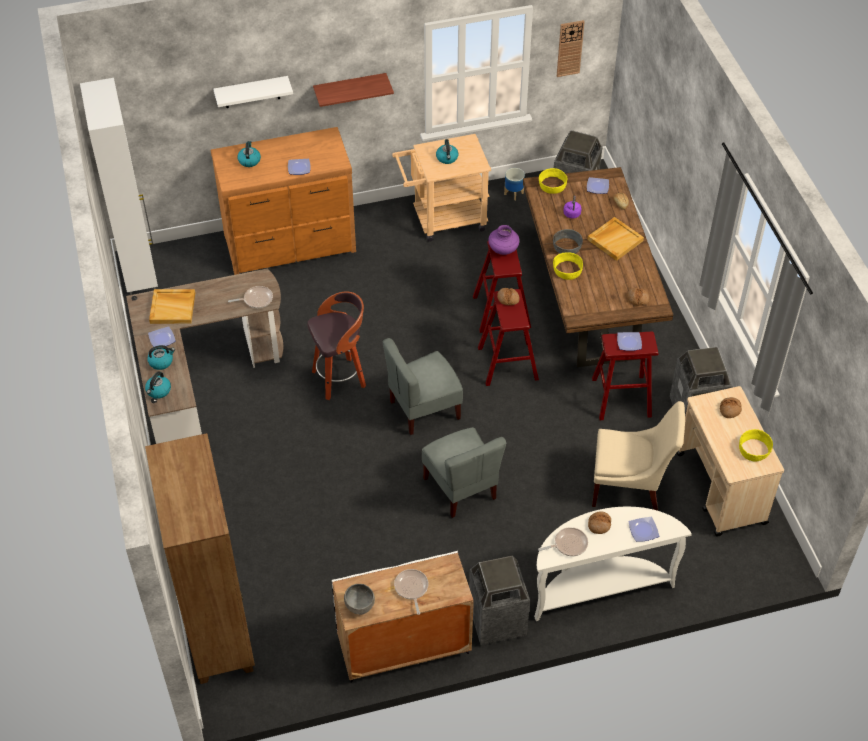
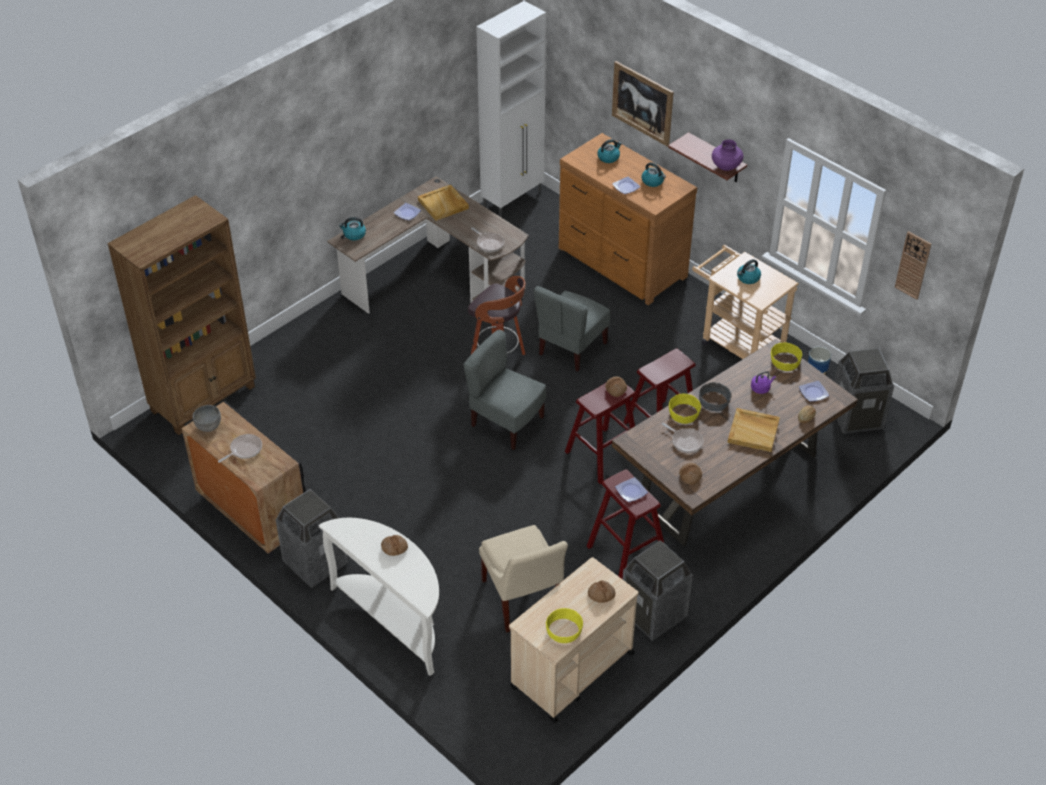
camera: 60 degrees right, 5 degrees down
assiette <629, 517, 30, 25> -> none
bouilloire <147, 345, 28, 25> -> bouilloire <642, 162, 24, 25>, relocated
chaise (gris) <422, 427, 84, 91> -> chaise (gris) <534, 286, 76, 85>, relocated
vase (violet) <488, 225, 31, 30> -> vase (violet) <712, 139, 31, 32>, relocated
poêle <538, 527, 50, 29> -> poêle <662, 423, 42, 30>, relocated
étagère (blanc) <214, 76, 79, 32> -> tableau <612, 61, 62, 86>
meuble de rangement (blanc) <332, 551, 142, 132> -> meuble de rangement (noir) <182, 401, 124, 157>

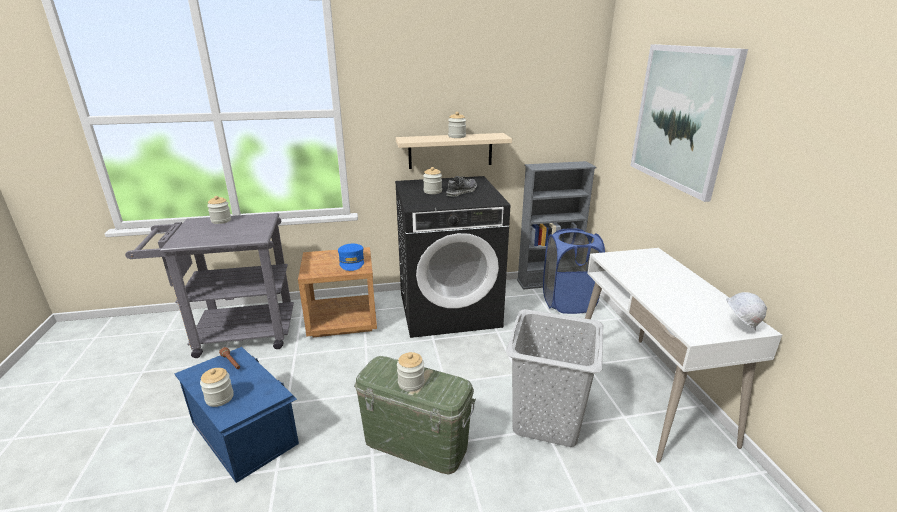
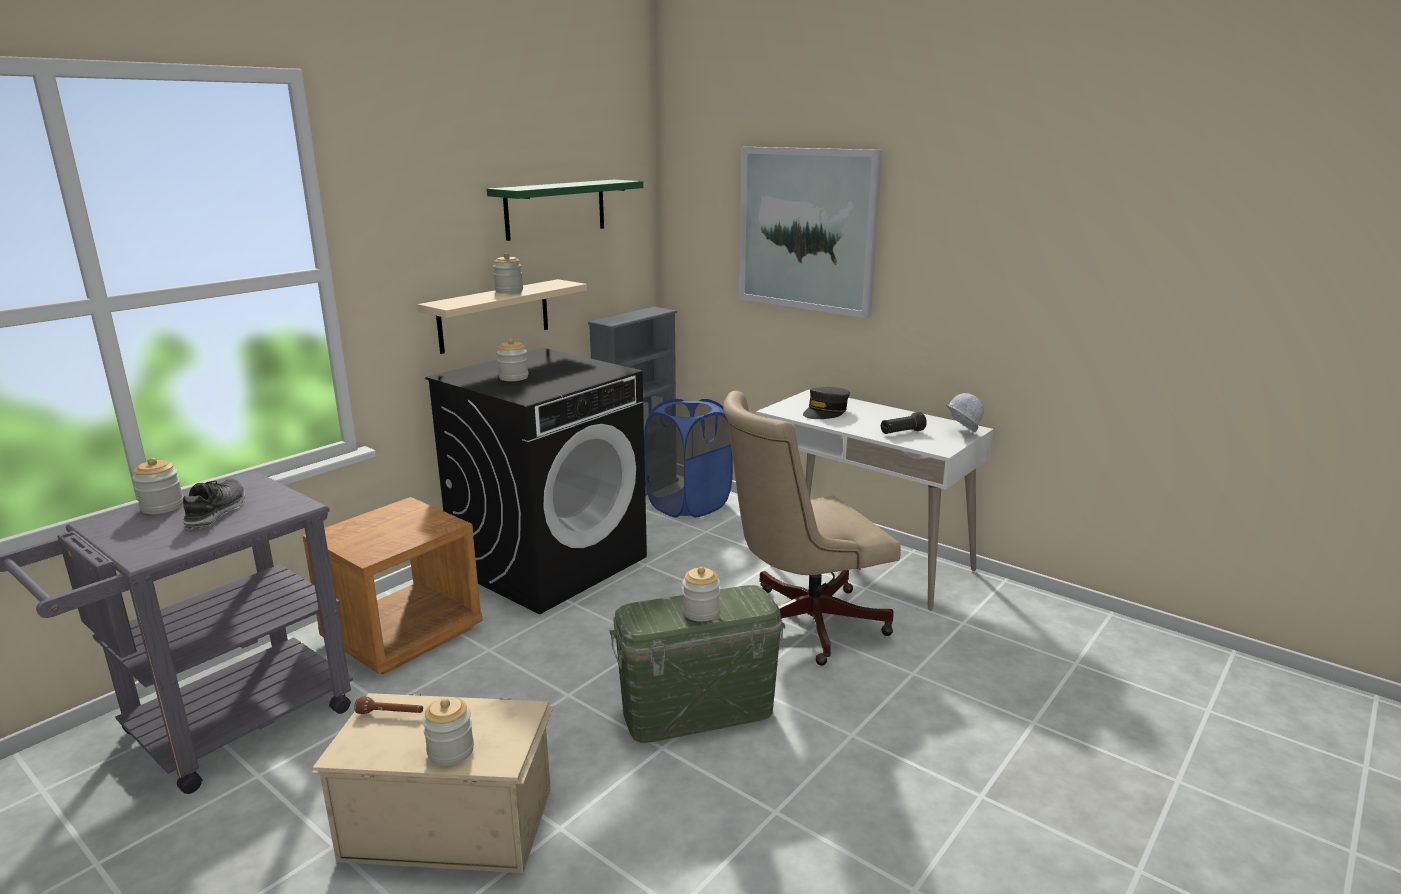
camera: 40 degrees left, 5 degrees down
casquette (bleu) <338, 244, 26, 27> -> none
none -> étagère (vert) <487, 180, 156, 61>
none -> casquette (gris) <803, 387, 47, 32>
none -> lampe de poche (noir) <880, 412, 47, 22>
chaussure <446, 176, 31, 21> -> chaussure <183, 479, 62, 51>, relocated
panier à linge (gris) <506, 309, 97, 138> -> chaise de bureau (beige) <723, 391, 178, 275>
boîte de rangement (bleu) <175, 347, 124, 136> -> boîte de rangement (beige) <312, 693, 242, 180>

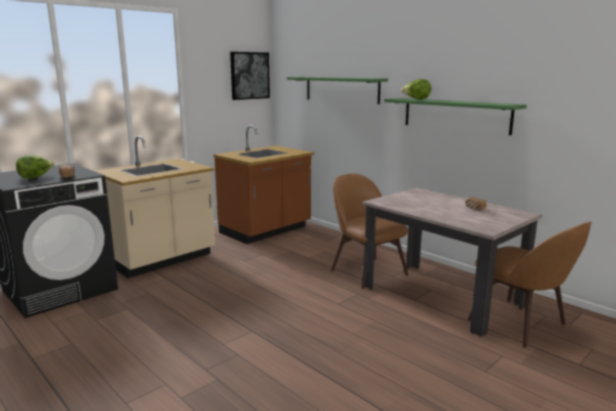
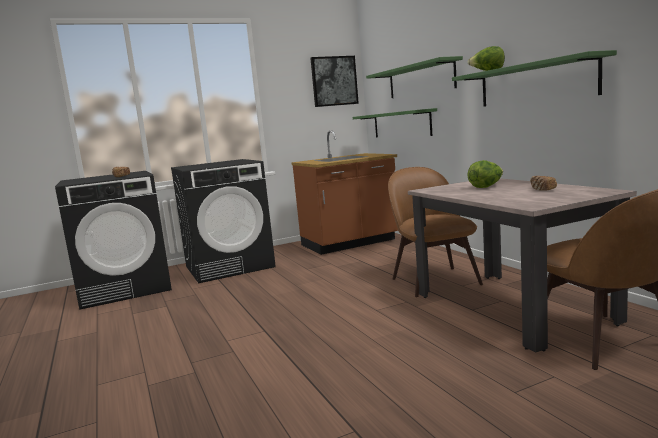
camera: 20 degrees right, 5 degrees down
none -> étagère (vert) <353, 108, 84, 29>
laitue <16, 155, 38, 24> -> laitue <467, 160, 36, 28>, relocated
comptoir de cuisine (beige) <94, 136, 121, 142> -> lave-linge (noir) <171, 159, 105, 124>

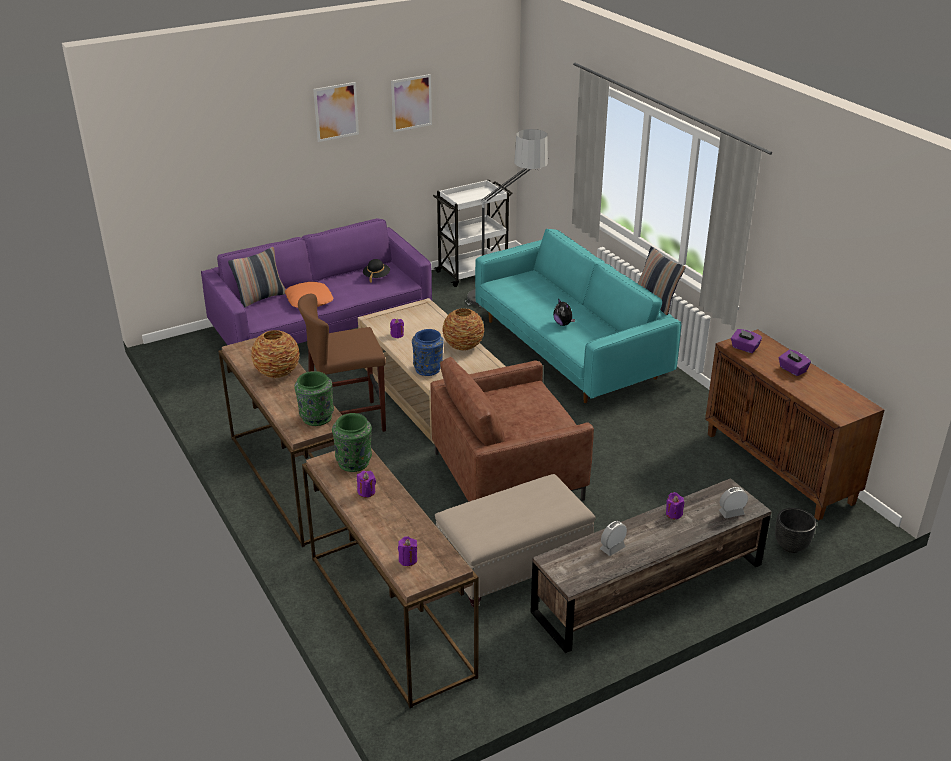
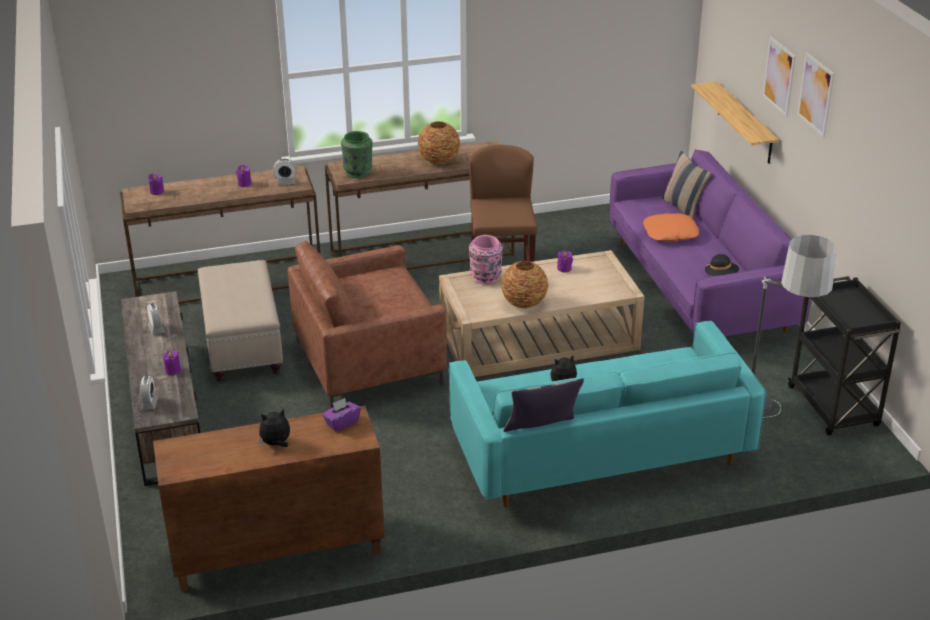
camera: 105 degrees right, 0 degrees up
cache-pot (noir) <775, 508, 41, 45> -> none
none -> étagère <691, 81, 88, 83>
tableau <391, 74, 41, 58> -> tableau <762, 36, 34, 81>, relocated
vase (vert) <332, 413, 40, 59> -> réveil <273, 158, 24, 27>
boîte à mouchoirs (violet) <779, 349, 32, 27> -> peluche <259, 409, 31, 38>
vase (bleu) <412, 329, 32, 47> -> vase (rose) <469, 235, 34, 49>
chariot (blanc) <433, 180, 80, 107> -> chariot (noir) <788, 276, 113, 159>
fauteuil (marron) <430, 357, 164, 145> -> fauteuil (marron) <287, 240, 160, 169>, 105 degrees counterclockwise

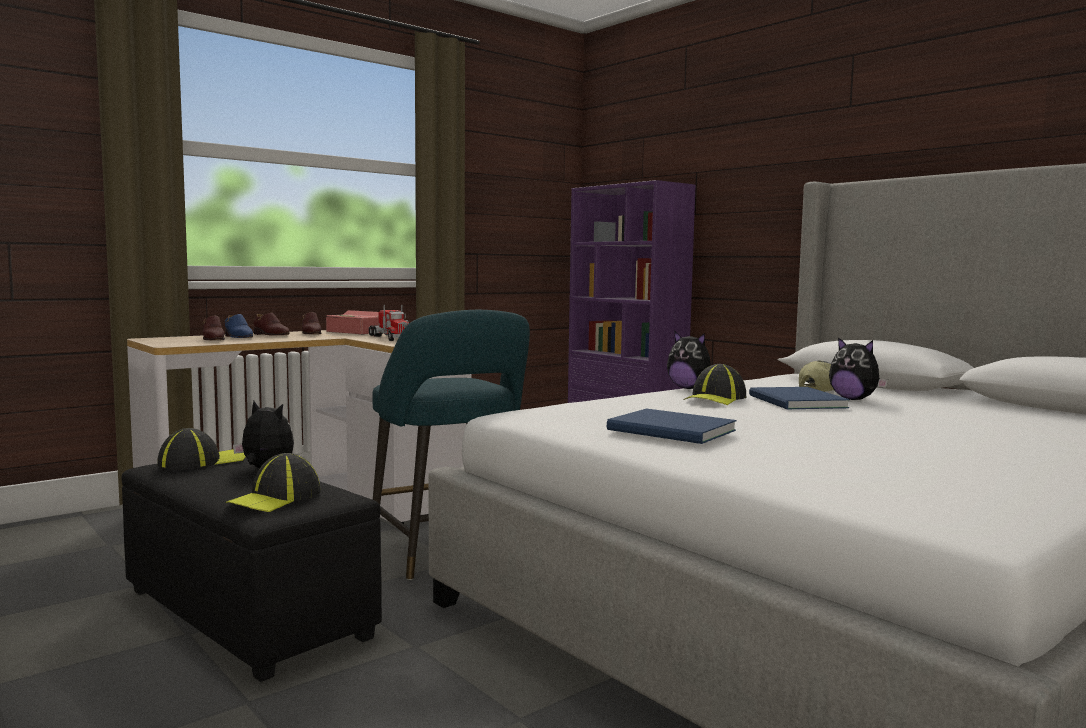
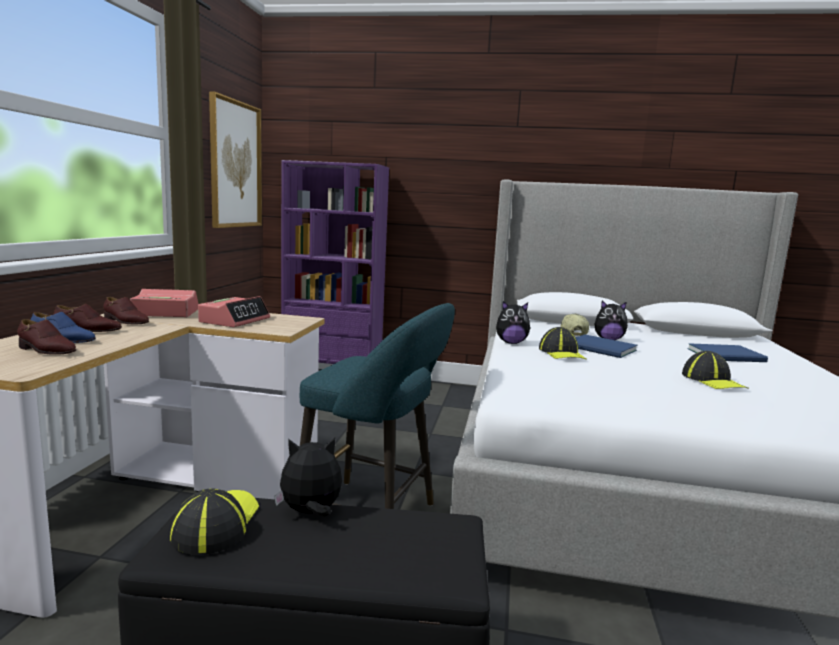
camera: 40 degrees left, 5 degrees up
none -> tableau <209, 91, 53, 137>
casquette <226, 453, 95, 59> -> casquette <682, 351, 67, 38>, relocated
livre (bleu) <607, 408, 129, 36> -> livre (bleu) <687, 343, 81, 19>, relocated
camion jouet <369, 305, 40, 36> -> réveil <198, 296, 72, 31>

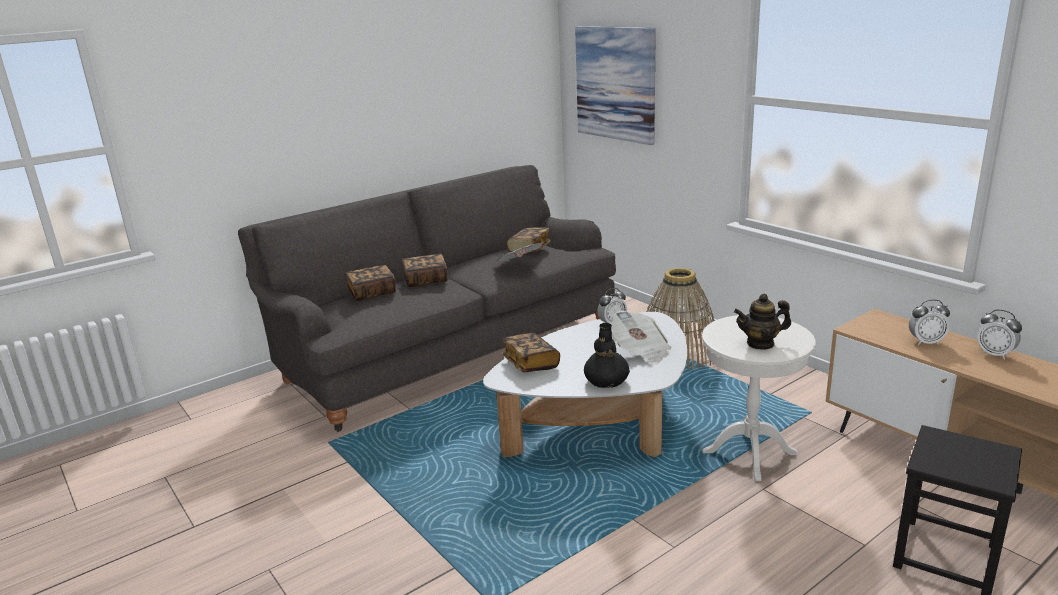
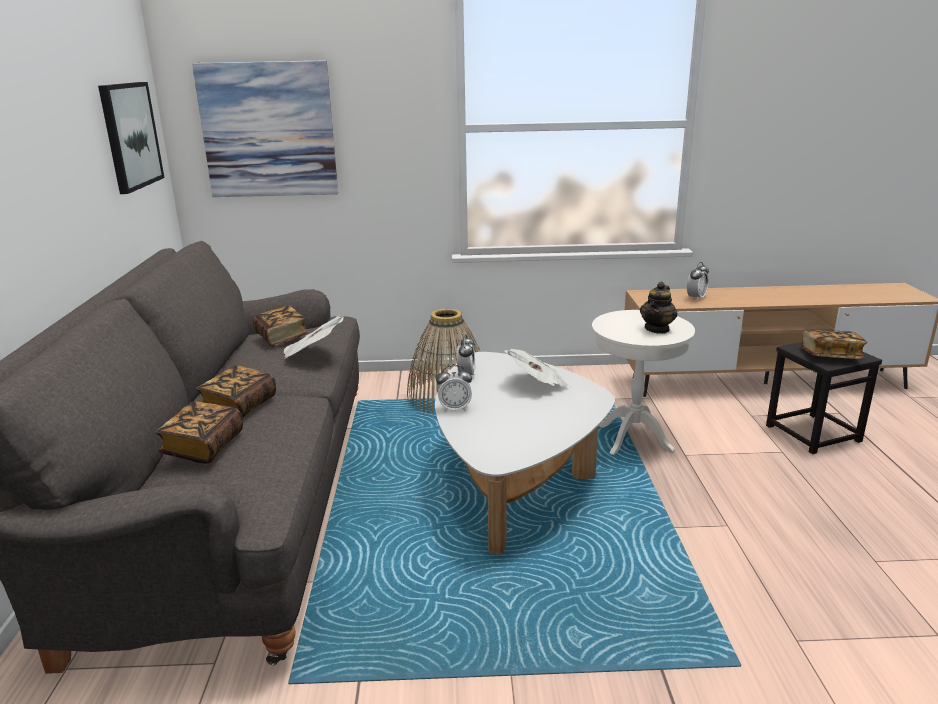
camera: 55 degrees left, 0 degrees up
vase (noir) <584, 323, 46, 65> -> none
none -> tableau <98, 82, 66, 112>
livre <502, 333, 58, 39> -> livre <802, 330, 65, 29>, relocated
réveil <977, 309, 45, 51> -> réveil <436, 365, 36, 47>, relocated

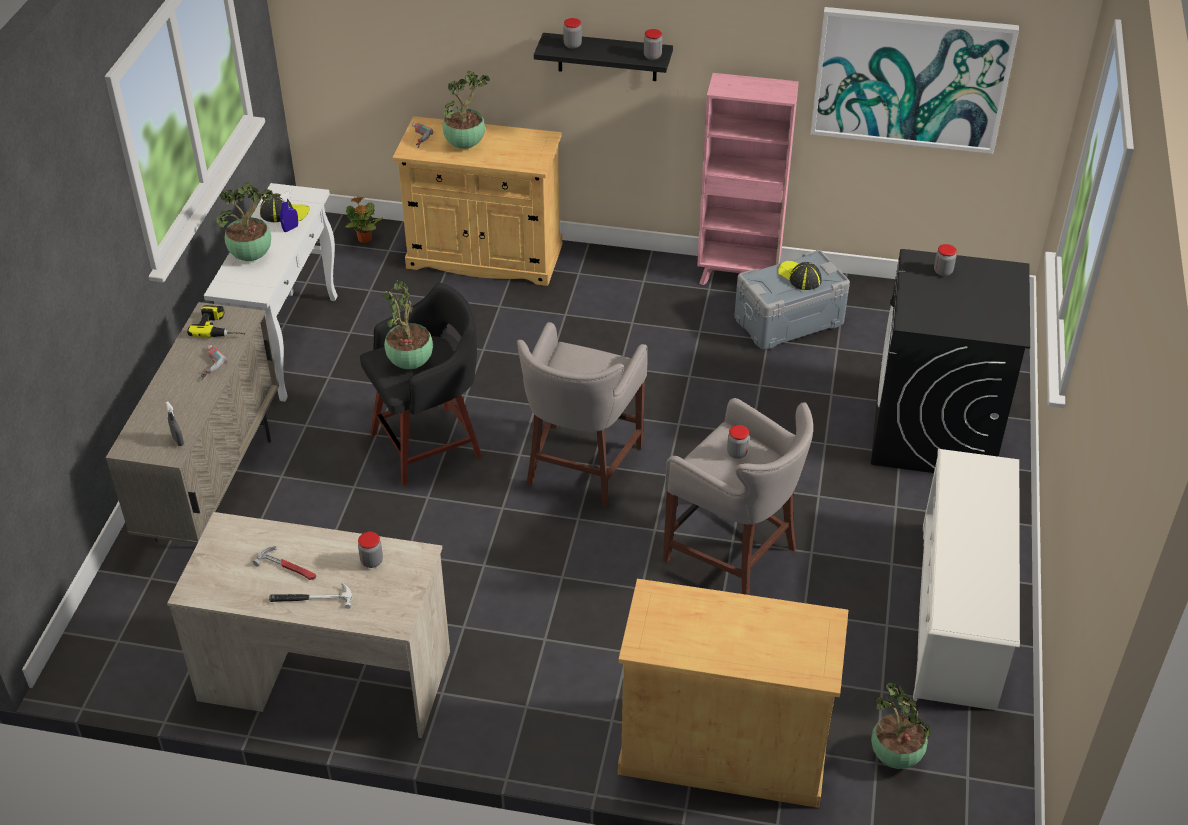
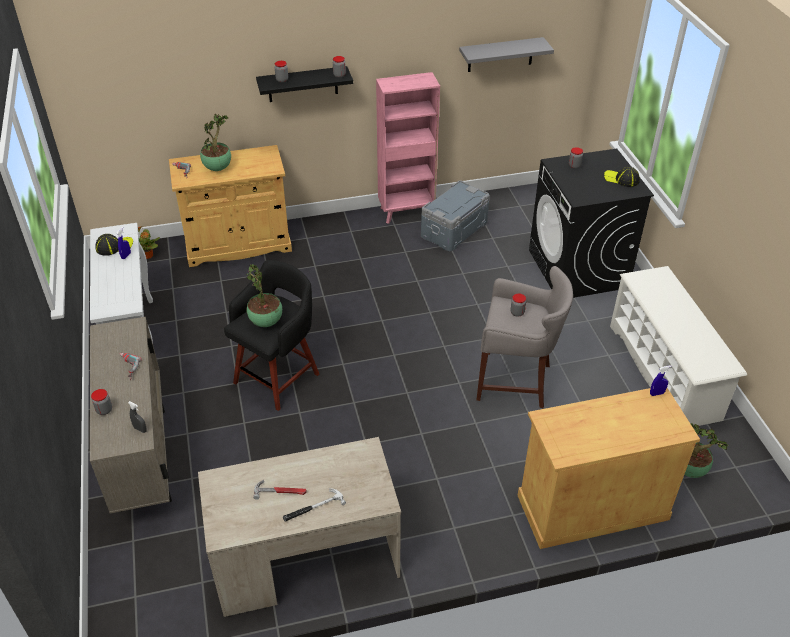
camera: 25 degrees left, 0 degrees up
perceuse <187, 305, 58, 32> -> none
plante en pot <216, 182, 58, 79> -> none
tabouret (gris) <517, 322, 131, 184> -> none
none -> vaporisateur (bleu) <650, 366, 21, 30>
bocal <358, 532, 25, 36> -> bocal <91, 389, 21, 26>, relocated
casquette <778, 261, 44, 29> -> casquette <604, 167, 36, 20>, relocated
tableau <810, 7, 209, 147> -> étagère (gris) <459, 37, 95, 35>

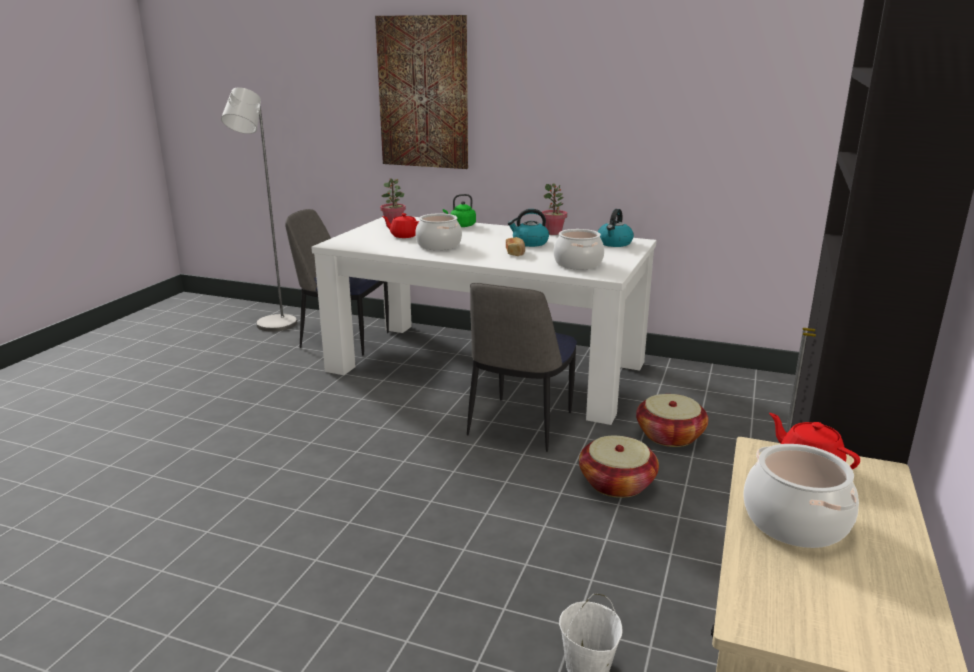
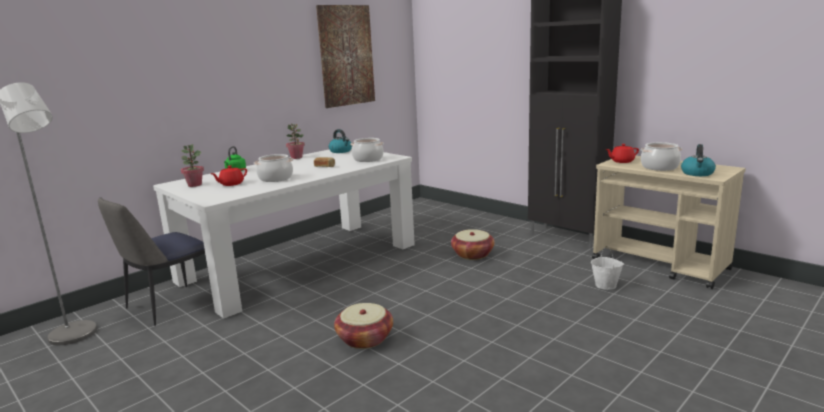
camera: 65 degrees left, 5 degrees down
chaise <467, 283, 110, 169> -> none
tableau <375, 15, 93, 154> -> tableau <316, 5, 59, 103>, relocated
bouilloire <508, 209, 41, 38> -> bouilloire <681, 144, 35, 32>, relocated
panier <636, 394, 73, 53> -> panier <334, 303, 59, 46>, relocated

